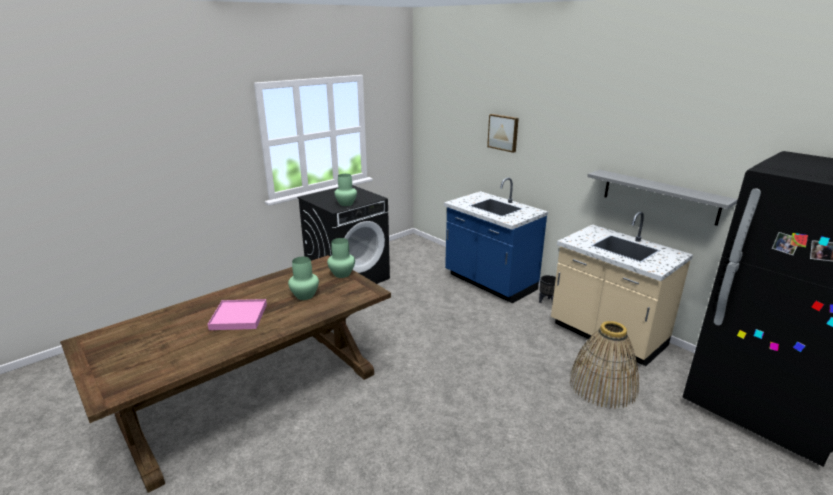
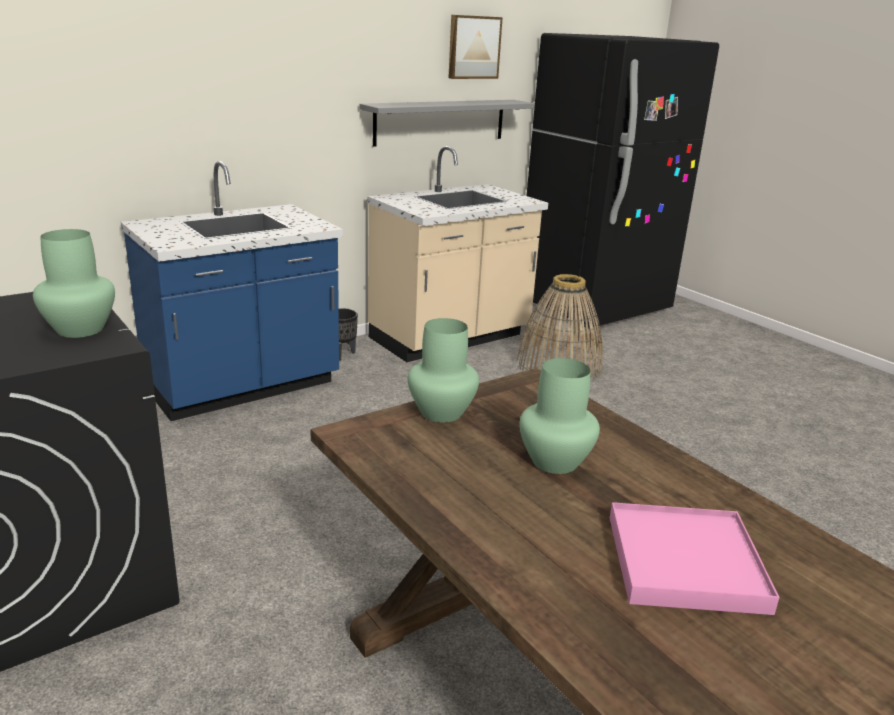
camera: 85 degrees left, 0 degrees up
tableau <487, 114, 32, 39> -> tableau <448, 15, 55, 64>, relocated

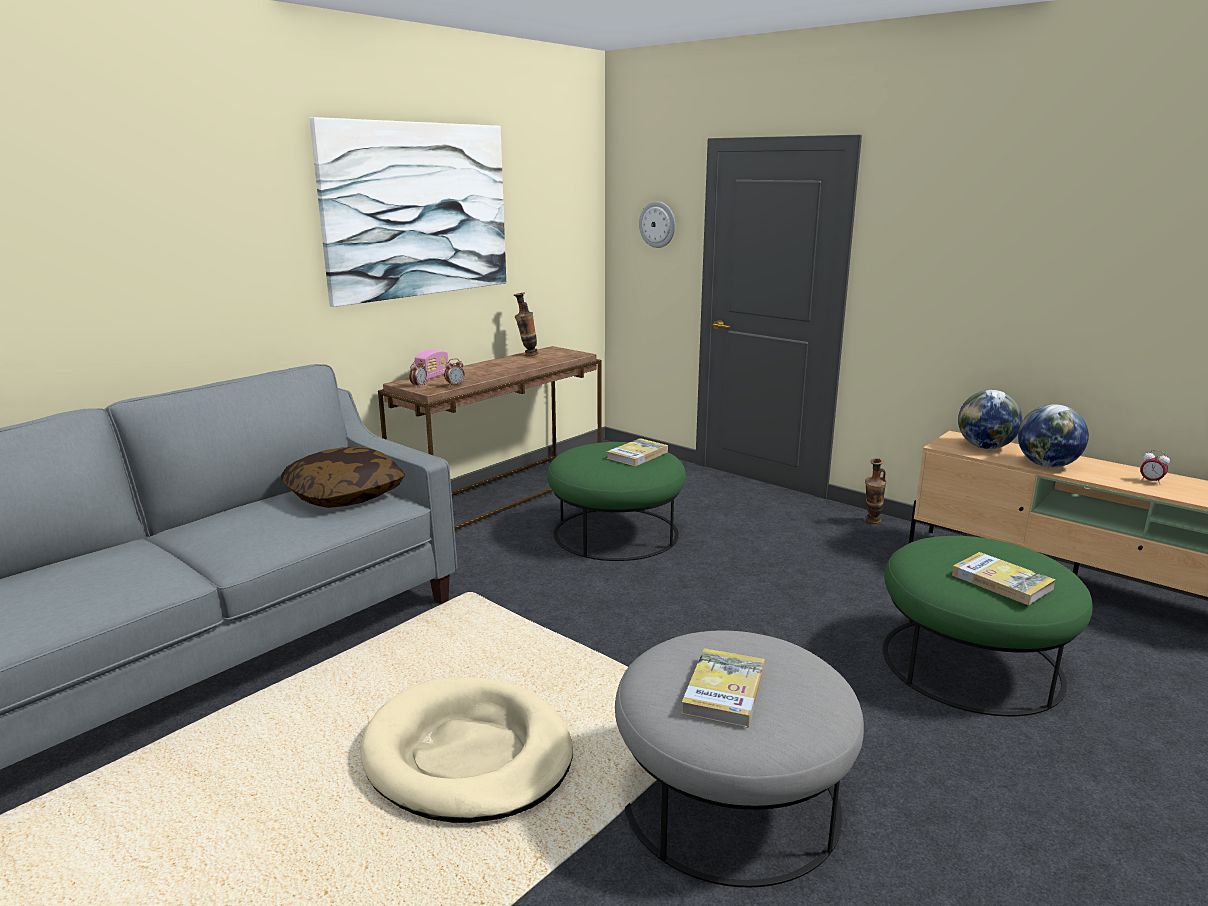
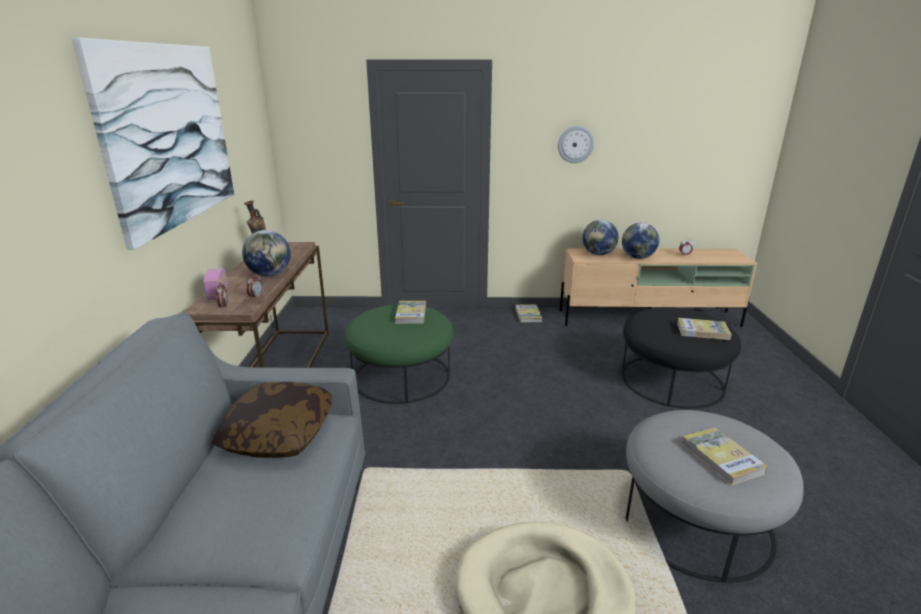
camera: 40 degrees left, 5 degrees up
none -> globe <242, 230, 49, 47>
horloge murale <639, 201, 36, 47> -> horloge murale <558, 126, 36, 37>, relocated
vase <865, 458, 22, 66> -> livre <515, 304, 27, 19>
pouf (vert) <883, 536, 210, 180> -> pouf (noir) <622, 307, 119, 102>

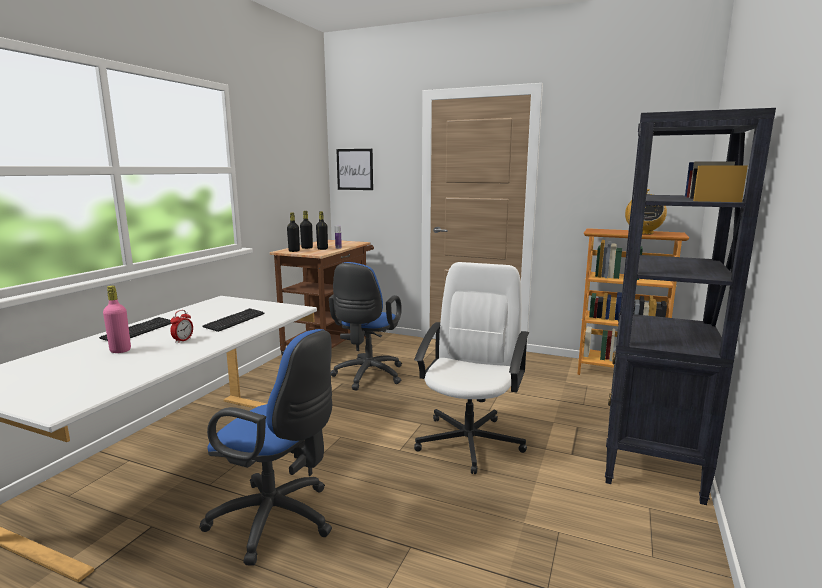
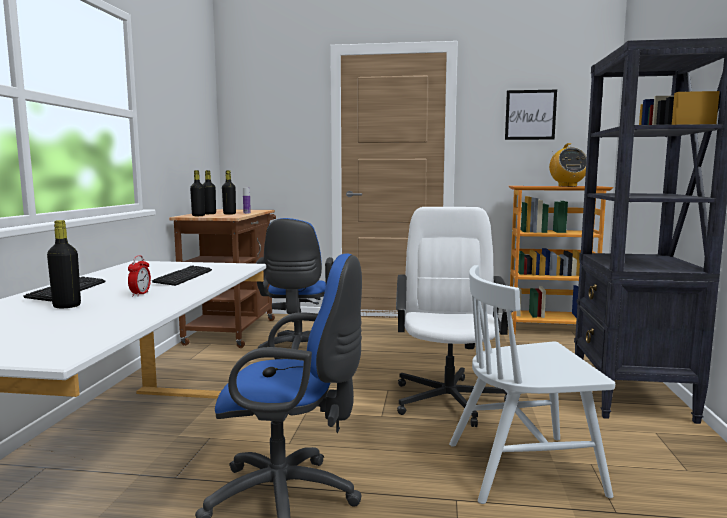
camera: 15 degrees left, 5 degrees down
none -> chaise (blanc) <449, 265, 166, 239>
tableau <336, 149, 37, 41> -> tableau <505, 90, 52, 50>, relocated
bouteille (rose) <103, 286, 28, 67> -> bouteille (noir) <47, 220, 34, 88>

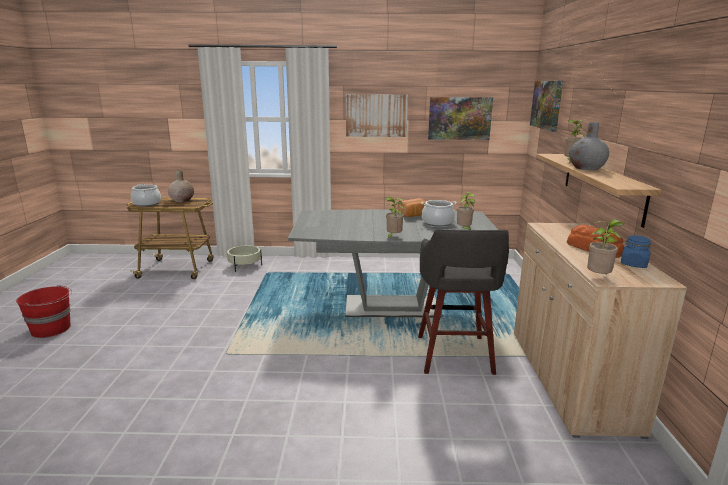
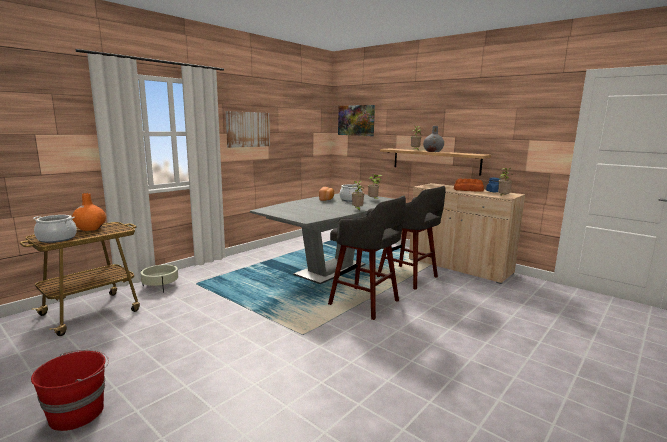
camera: 50 degrees left, 5 degrees down
tableau <428, 97, 65, 43> -> none
none -> tabouret (gris) <328, 196, 78, 124>
vase (beige) <168, 170, 26, 32> -> vase (orange) <72, 193, 34, 38>

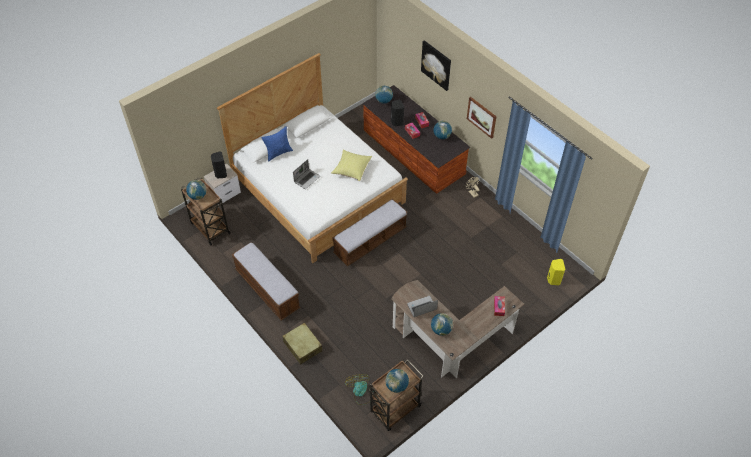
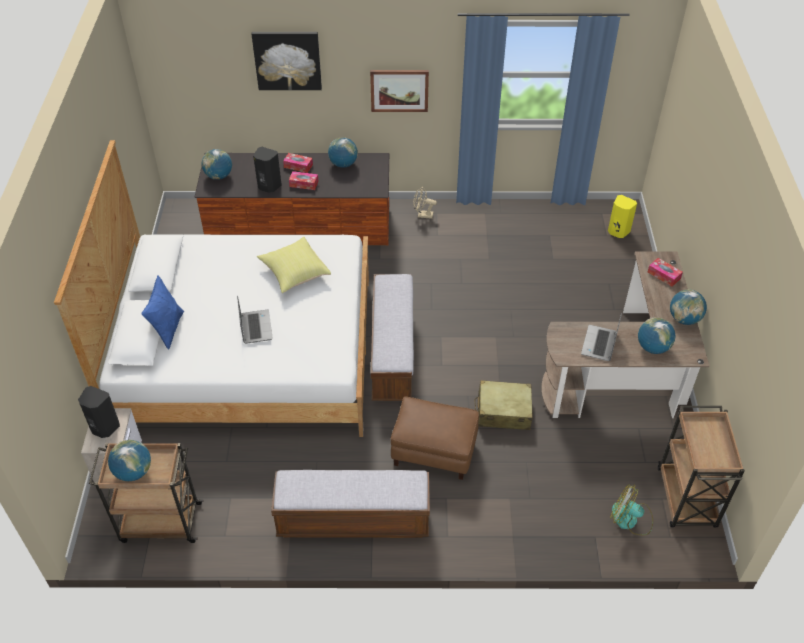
camera: 50 degrees left, 5 degrees down
none -> pouf (marron) <391, 397, 88, 83>
valise (beige) <282, 323, 40, 42> -> valise (beige) <475, 380, 58, 50>, relocated
globe <385, 369, 24, 24> -> globe <670, 289, 37, 36>, relocated

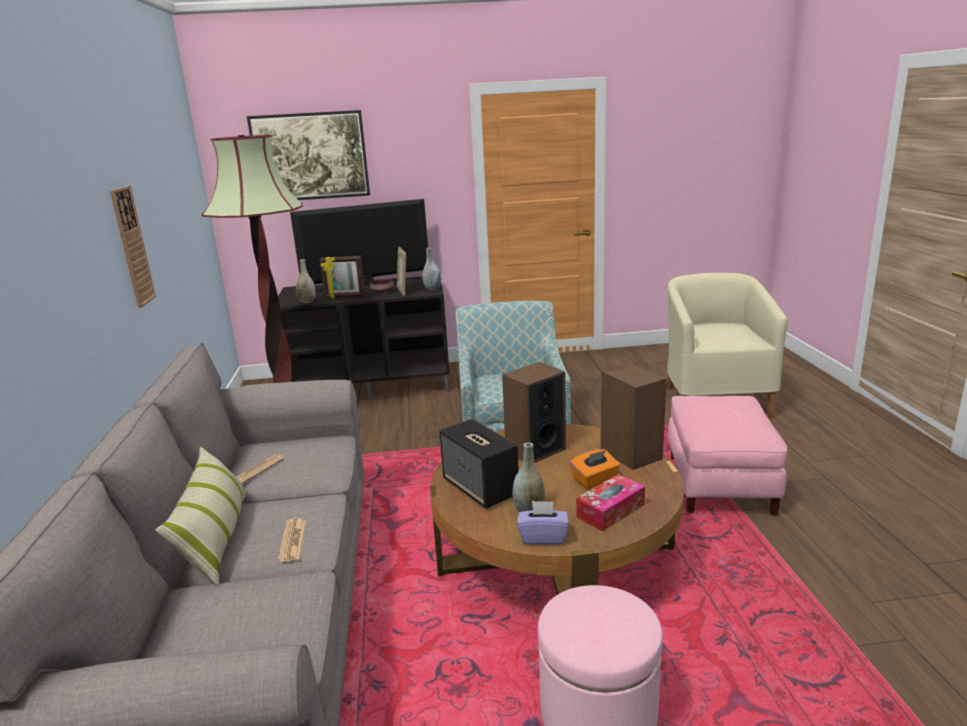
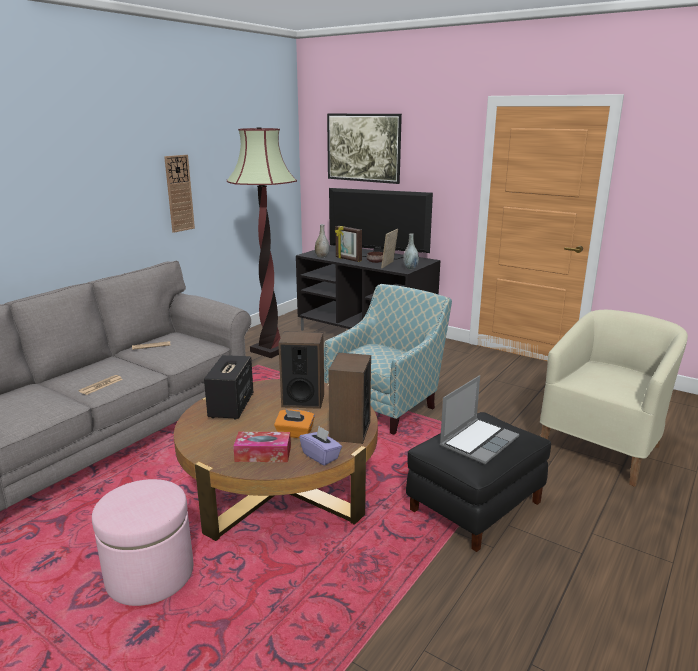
camera: 40 degrees right, 0 degrees up
coussin <155, 446, 93, 140> -> none
vase (gris) <512, 443, 33, 69> -> none
none -> ordinateur portable <440, 376, 79, 88>
boîte à mouchoirs (violet) <517, 501, 52, 44> -> boîte à mouchoirs (violet) <299, 426, 43, 40>, relocated
pouf (rose) <668, 396, 119, 119> -> pouf (noir) <406, 412, 145, 140>

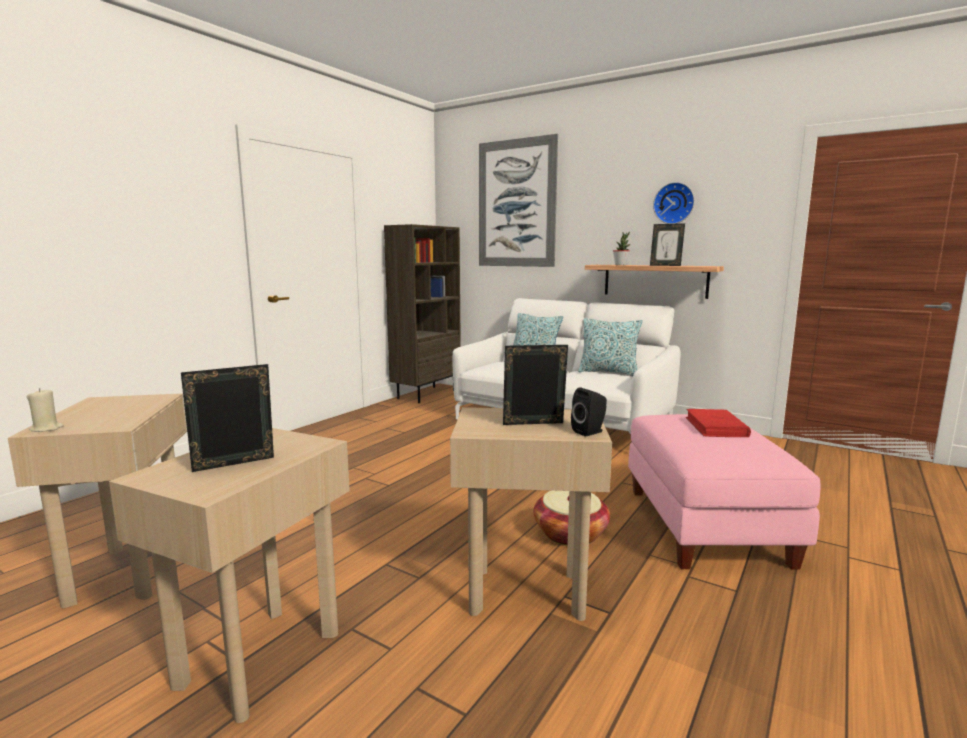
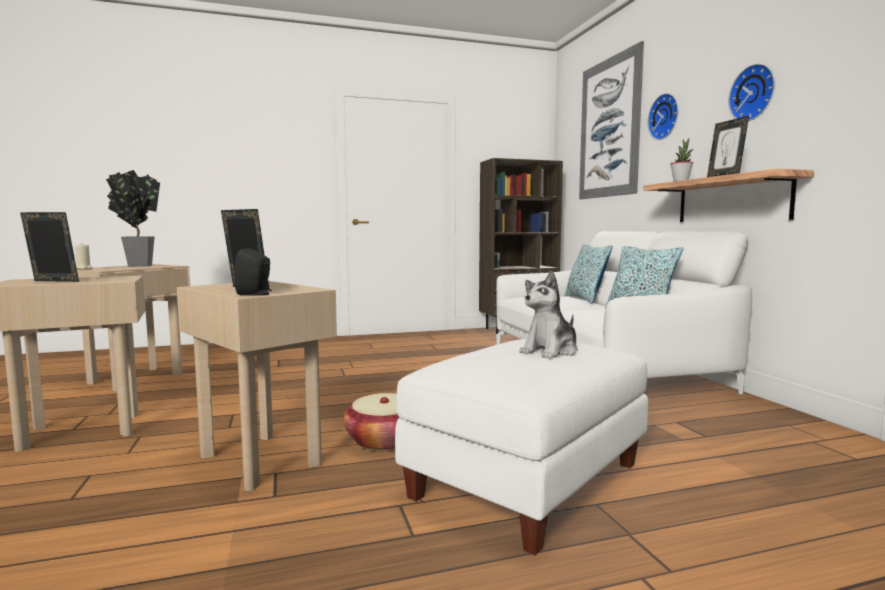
camera: 40 degrees right, 5 degrees down
none -> plante en pot <106, 170, 54, 97>
none -> horloge murale <647, 93, 31, 47>
livre (rouge) <686, 409, 65, 28> -> peluche <519, 271, 59, 88>
pouf (rose) <628, 414, 193, 155> -> pouf (blanc) <395, 339, 253, 216>

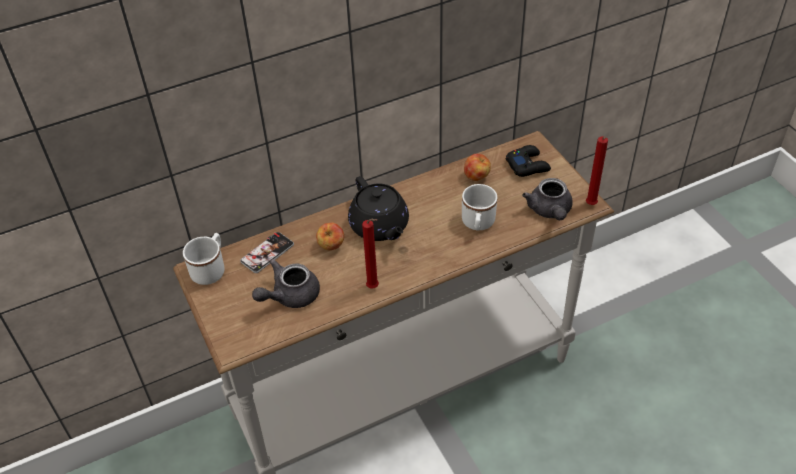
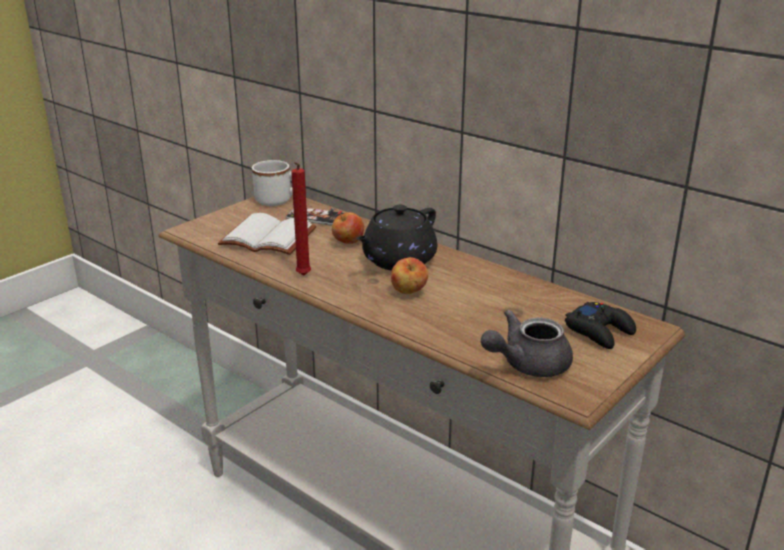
camera: 65 degrees right, 20 degrees down
mug (blanc) <462, 184, 35, 46> -> none
bougie (rouge) <586, 136, 22, 69> -> none
pomme <464, 154, 27, 27> -> pomme <391, 257, 37, 37>, relocated
théière (gris) <252, 259, 68, 49> -> livre (blanc) <218, 213, 98, 42>

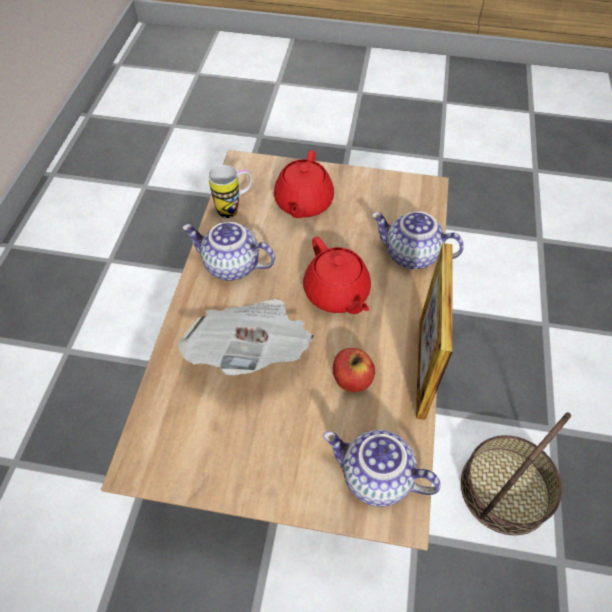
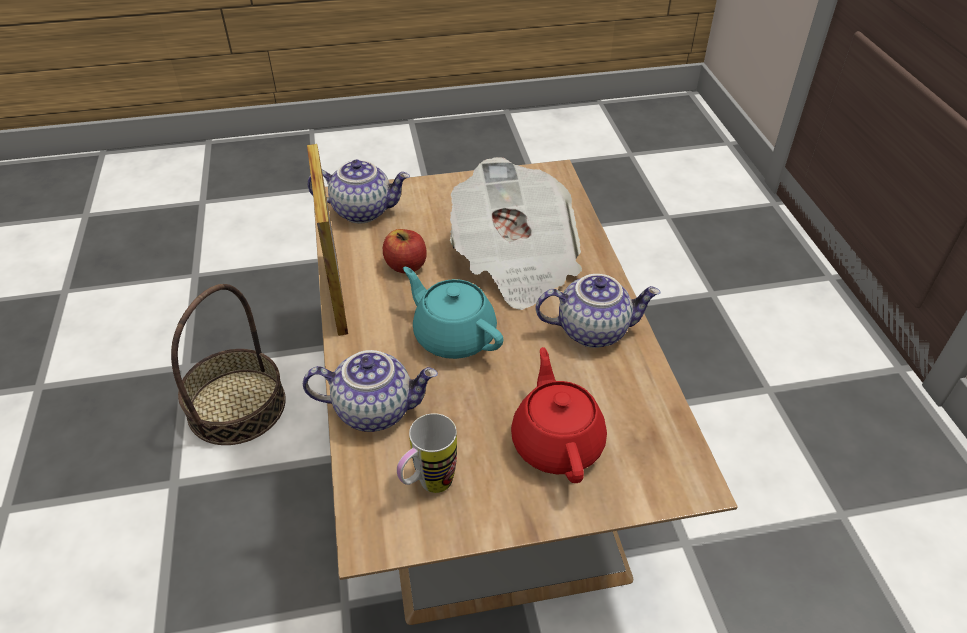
camera: 160 degrees right, 10 degrees down
mug <208, 165, 44, 53> -> mug <397, 413, 60, 80>, relocated
théière (rouge) <303, 237, 68, 77> -> théière (turquoise) <403, 267, 101, 92>

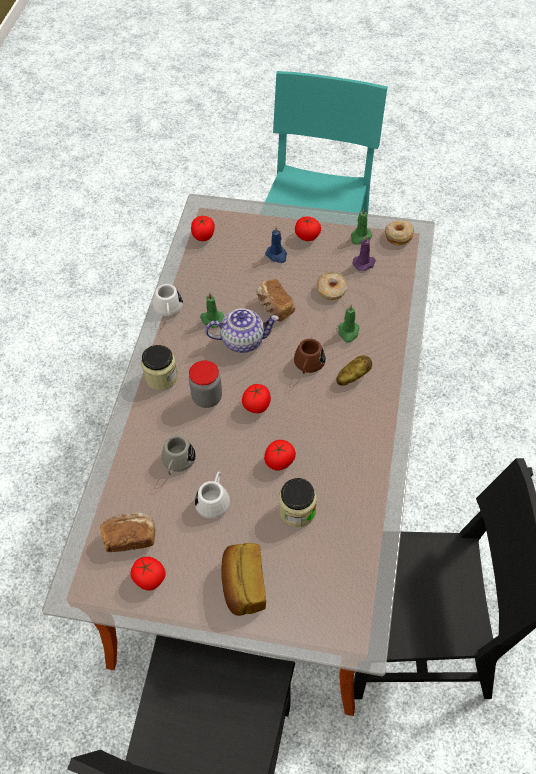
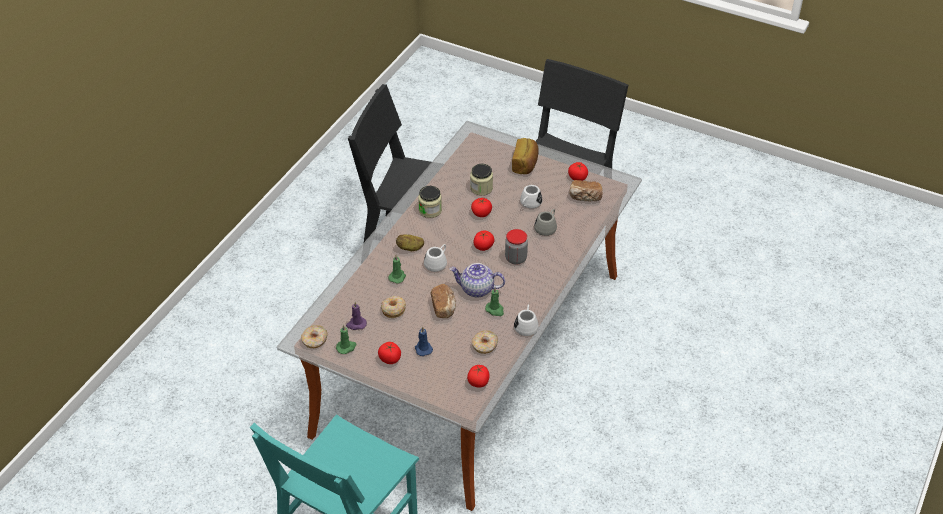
camera: 165 degrees left, 10 degrees down
none -> beignet <472, 330, 26, 24>
bocal <142, 345, 36, 45> -> bocal <418, 186, 24, 32>, relocated
mug (marron) <294, 339, 32, 35> -> mug (blanc) <424, 244, 23, 28>

